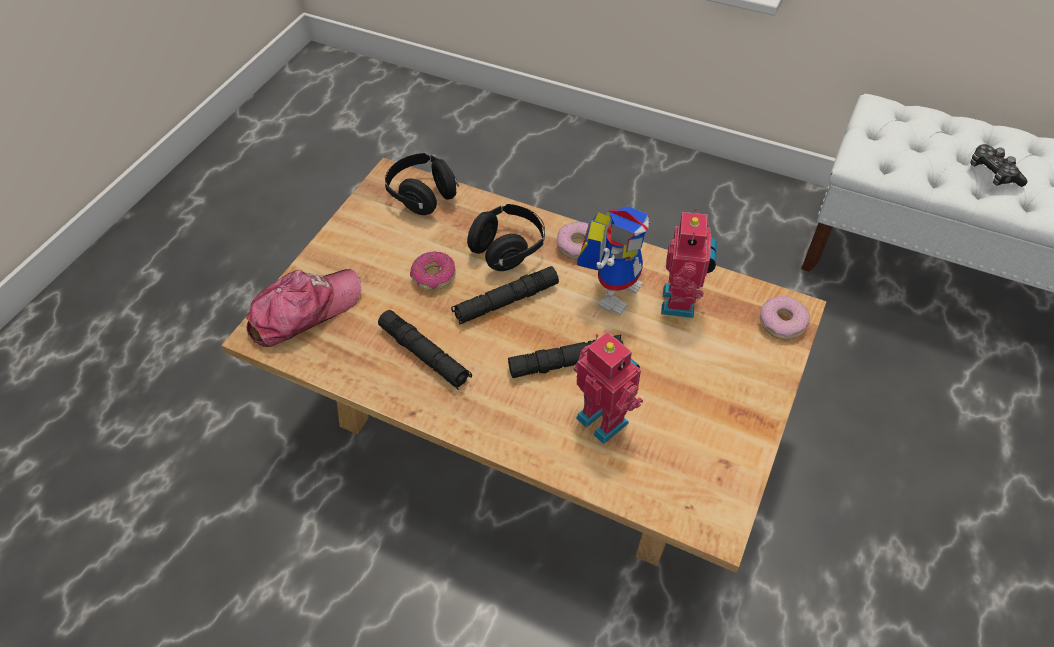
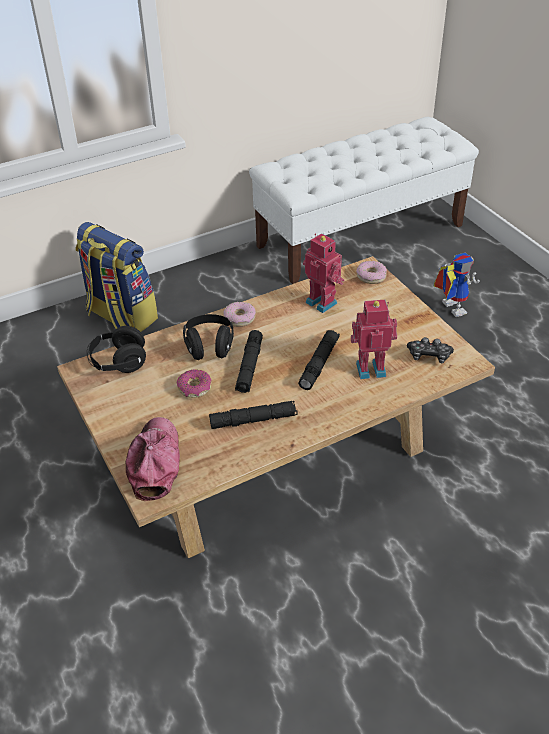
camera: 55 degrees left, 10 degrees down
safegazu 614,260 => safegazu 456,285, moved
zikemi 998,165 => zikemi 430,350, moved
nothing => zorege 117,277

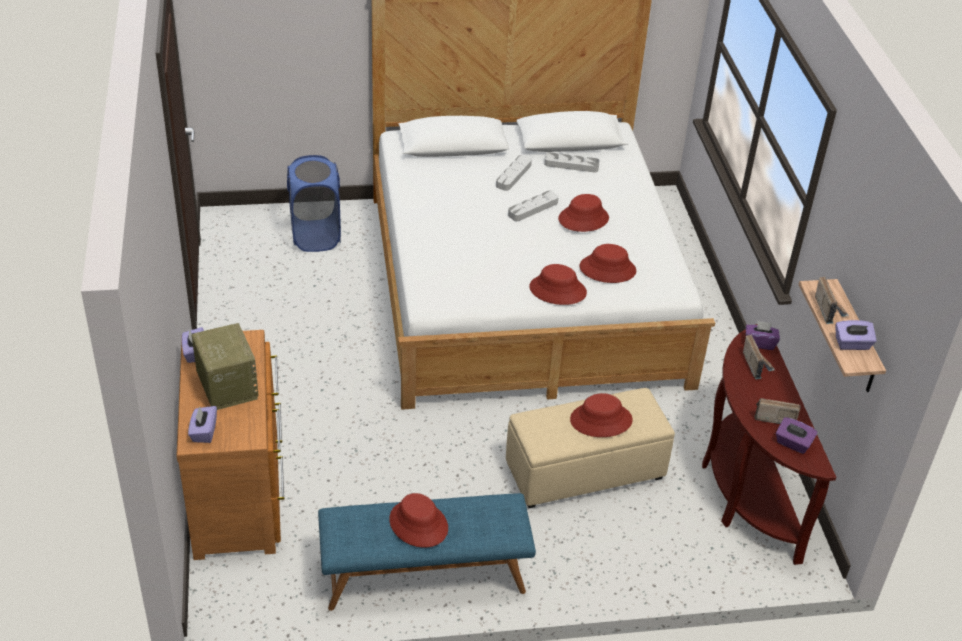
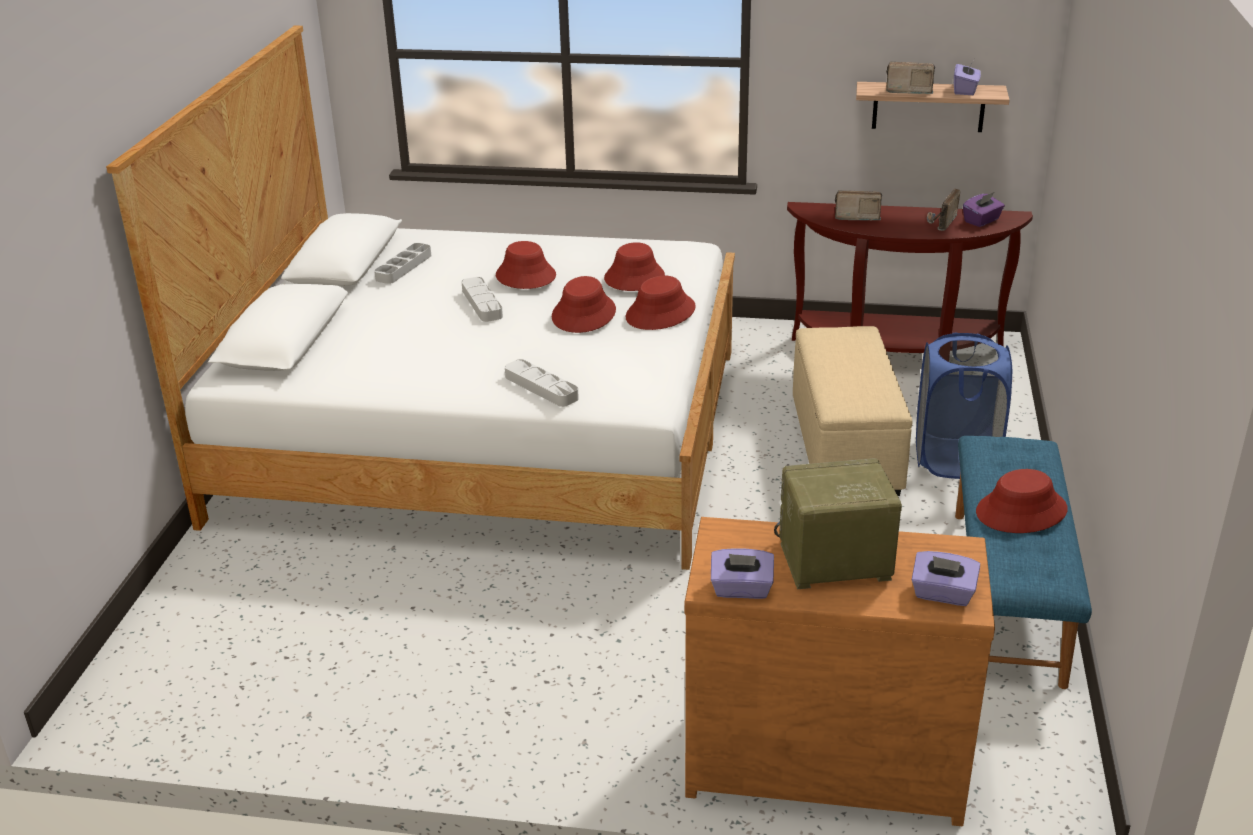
camera: 70 degrees left, 10 degrees down
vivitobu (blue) 314,203 => vivitobu (blue) 964,405, moved
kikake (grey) 514,173 => kikake (grey) 542,383, moved
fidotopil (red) 601,415 => fidotopil (red) 584,304, moved
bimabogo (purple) 763,335 => nothing

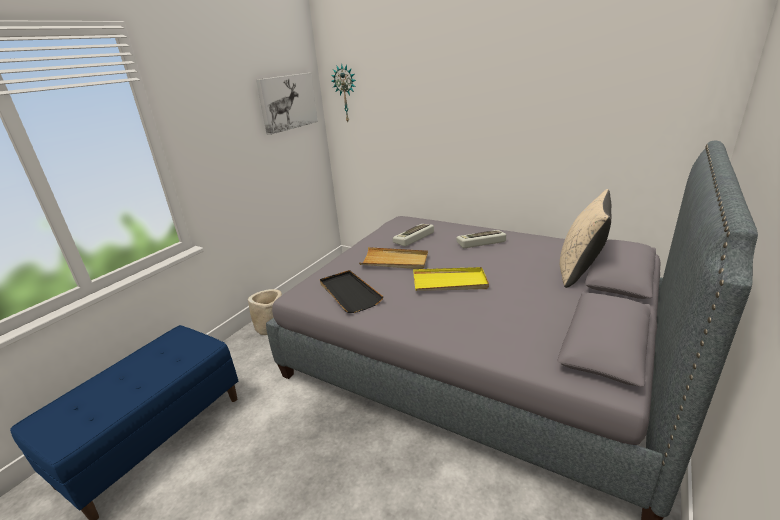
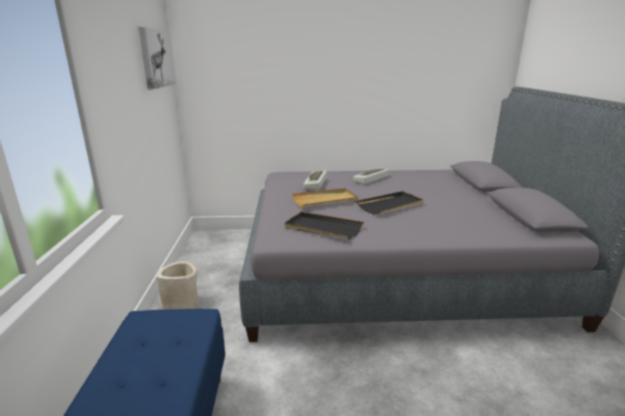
camera: 35 degrees left, 5 degrees down
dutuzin 343,93 => nothing
kikake (yellow) 451,279 => kikake (black) 390,203
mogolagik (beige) 585,238 => nothing

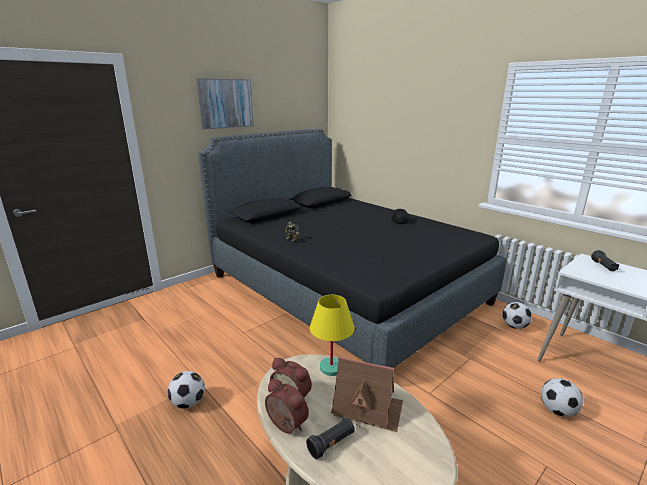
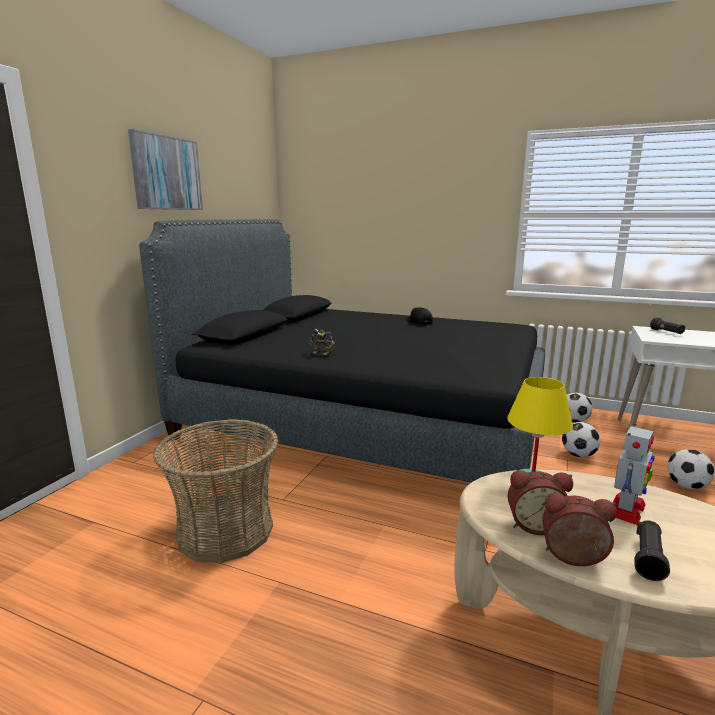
camera: 25 degrees left, 5 degrees down
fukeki 186,390 => fukeki 581,439, moved
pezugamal 367,394 => safegazu 634,474
nothing => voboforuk 216,491

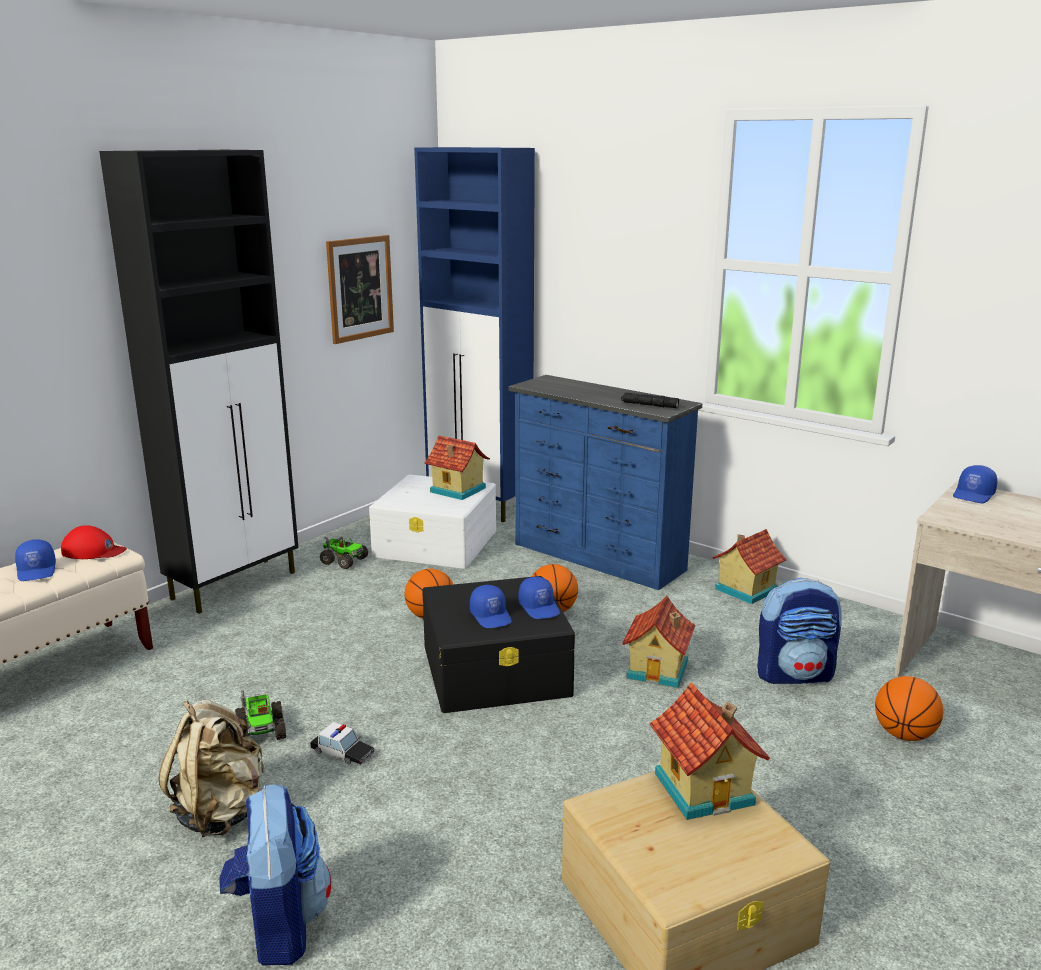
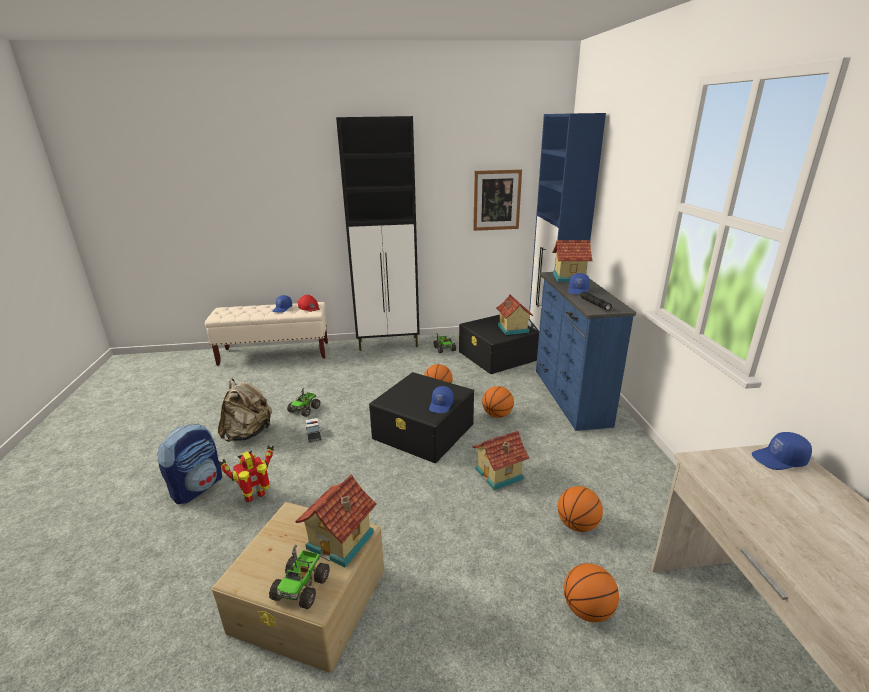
camera: 45 degrees right, 5 degrees up
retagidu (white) 432,521 => retagidu (black) 499,344
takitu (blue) 491,606 => takitu (blue) 579,283, moved
pezugamal 749,566 => pezugamal 572,261, moved
zorege 799,631 => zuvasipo 580,509
nothing => safegazu 246,473
nothing => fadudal 299,577

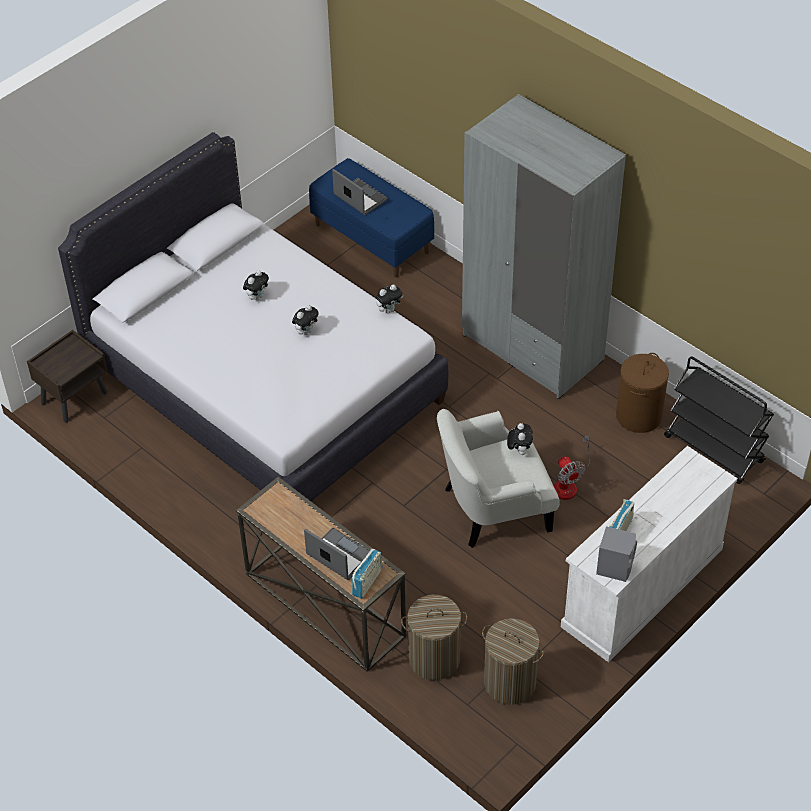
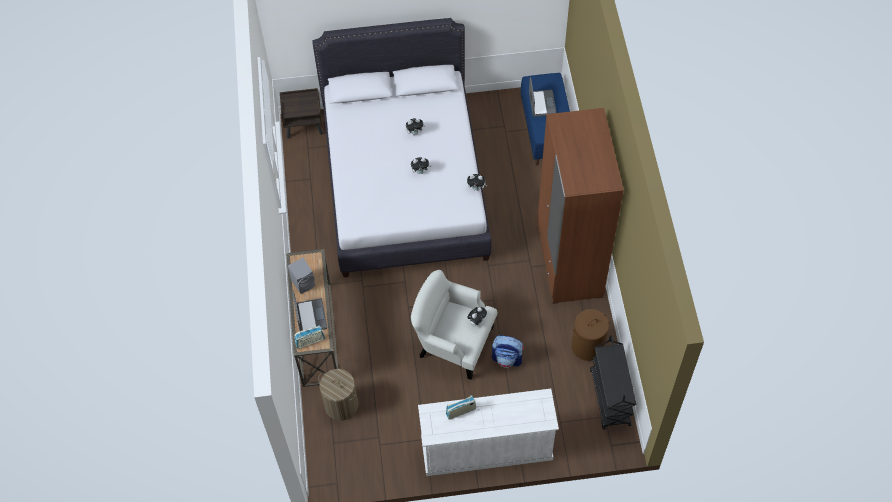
camera: 40 degrees right, 10 degrees up
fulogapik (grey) 544,246 => fulogapik (brown) 580,205
vivitobu 513,661 => nothing
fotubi 572,467 => zorege 508,351
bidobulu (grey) 616,554 => bidobulu (grey) 302,276, moved

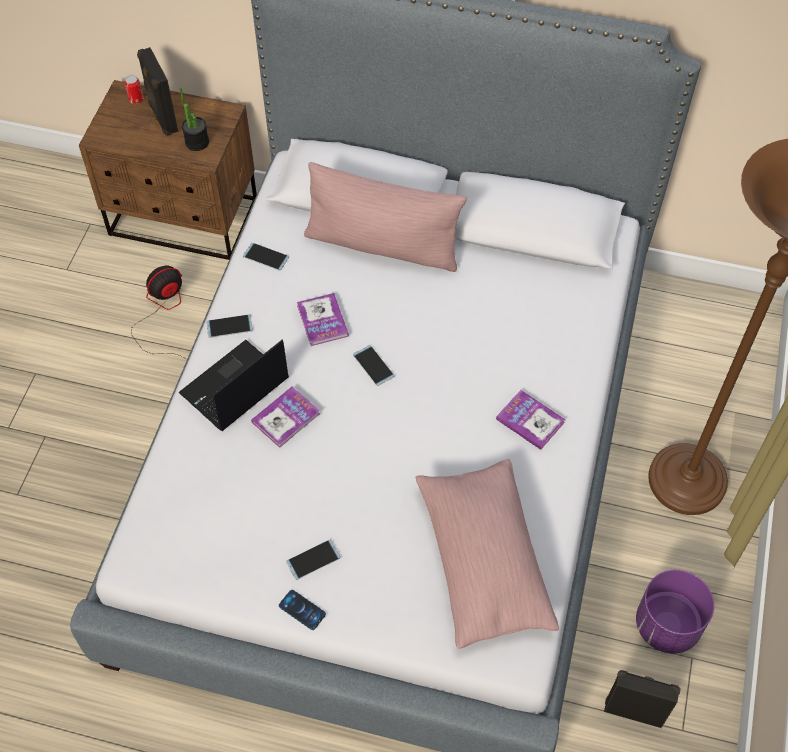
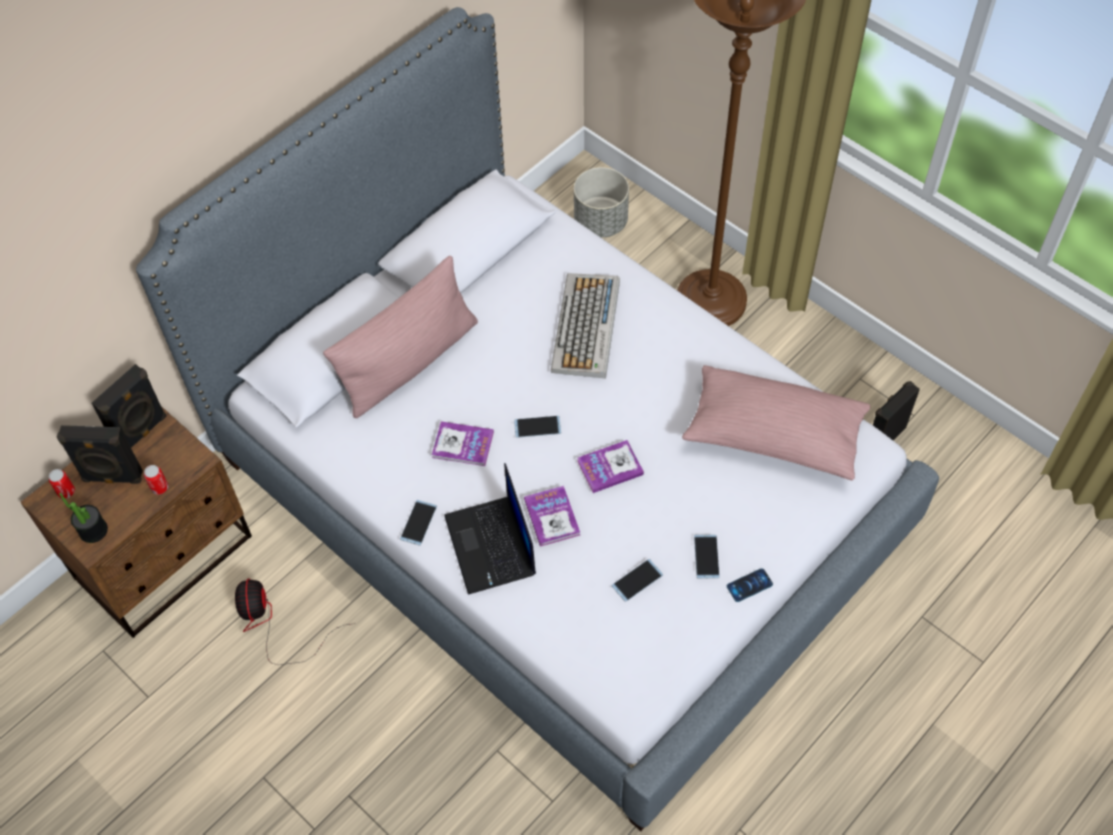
camera: 60 degrees left, 0 degrees up
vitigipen 194,119 => vitigipen 83,518, moved
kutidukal 266,257 => kutidukal 637,580, moved
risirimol 531,420 => risirimol 610,466, moved
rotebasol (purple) 675,612 => nothing
nothing => bidobulu (black) 129,406
nothing => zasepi 156,480
nothing => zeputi 585,326
nothing => rotebasol (grey) 601,202

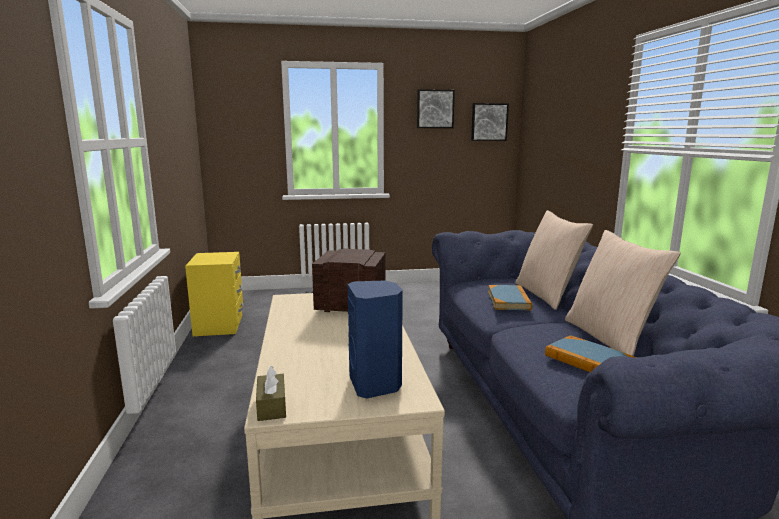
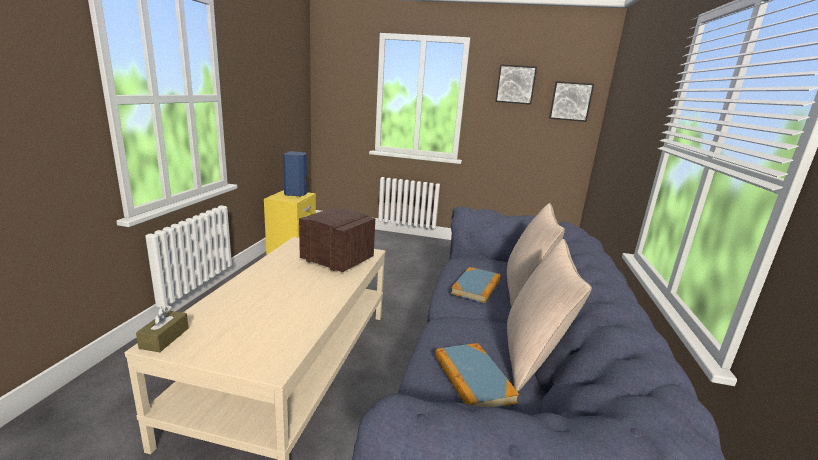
camera: 20 degrees right, 5 degrees up
bidobulu (blue) 375,339 => bidobulu (blue) 295,174, moved

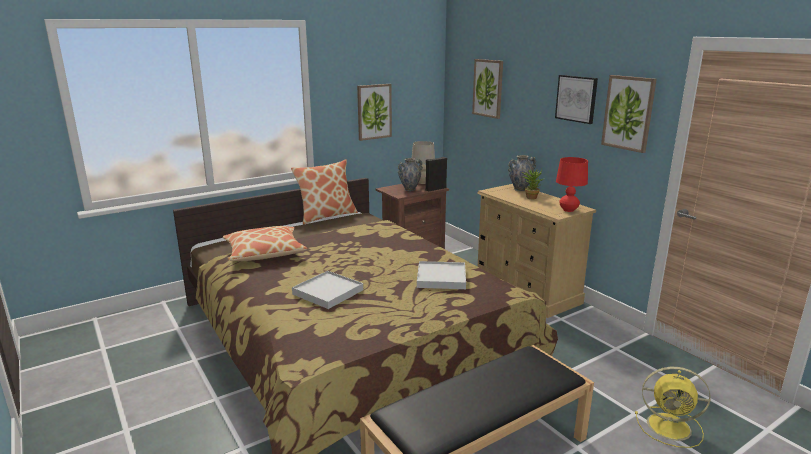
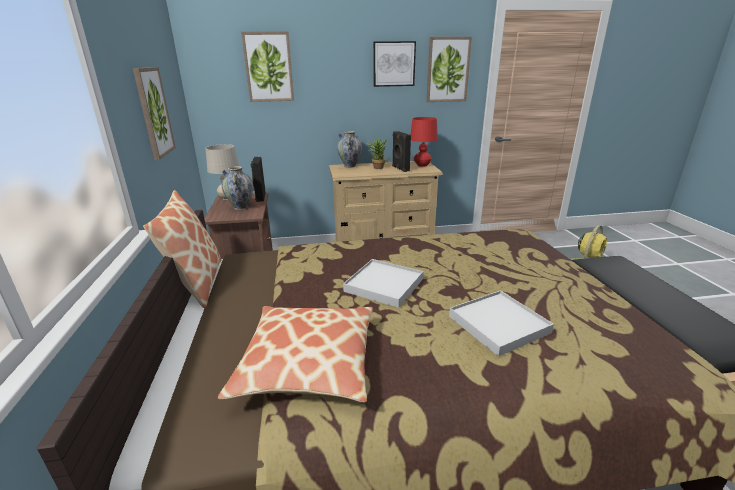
camera: 65 degrees left, 5 degrees up
kikake (white) 441,275 => kikake (white) 383,283, moved
nothing => bidobulu (black) 401,151

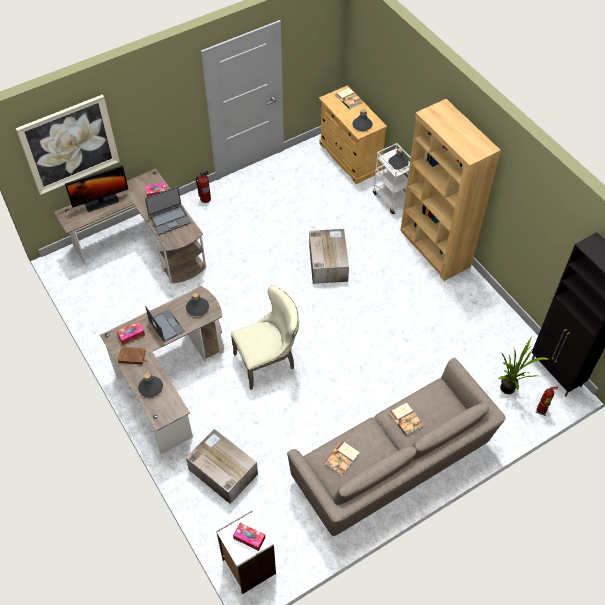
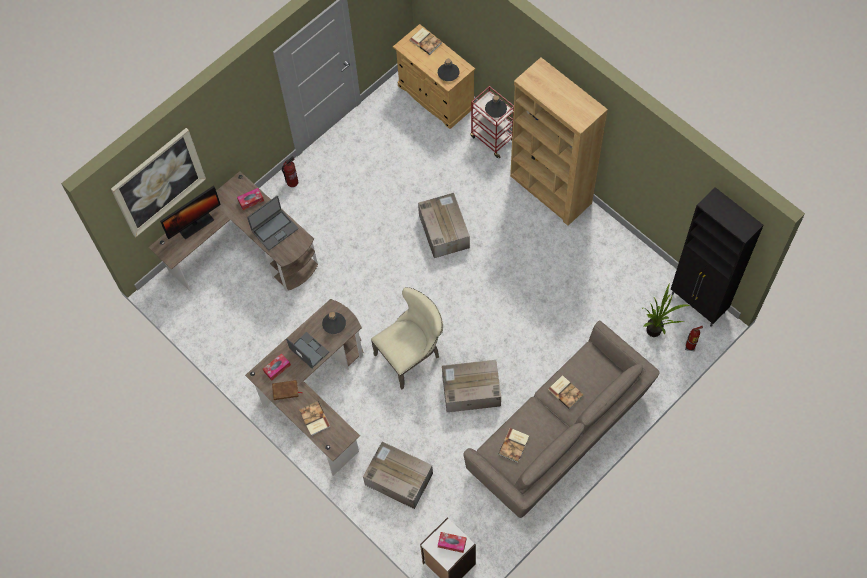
camera: 10 degrees left, 10 degrees up
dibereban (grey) 150,385 => risirimol 315,418
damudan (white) 392,178 => damudan (red) 492,122
nothing => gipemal 471,386

